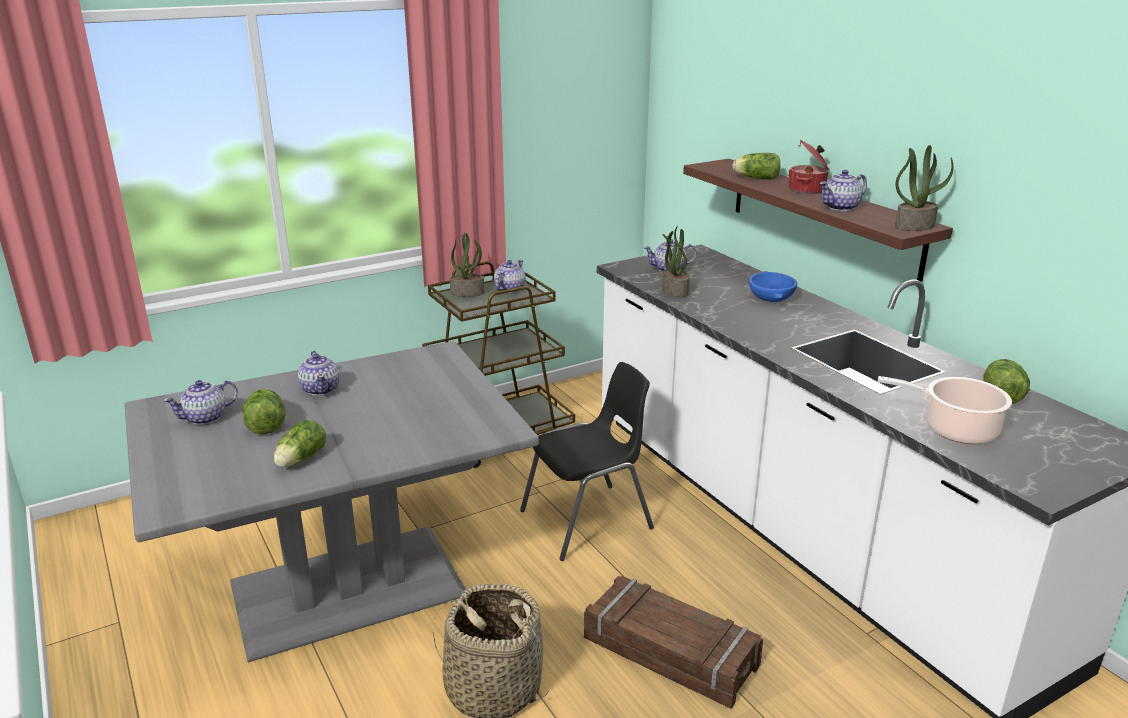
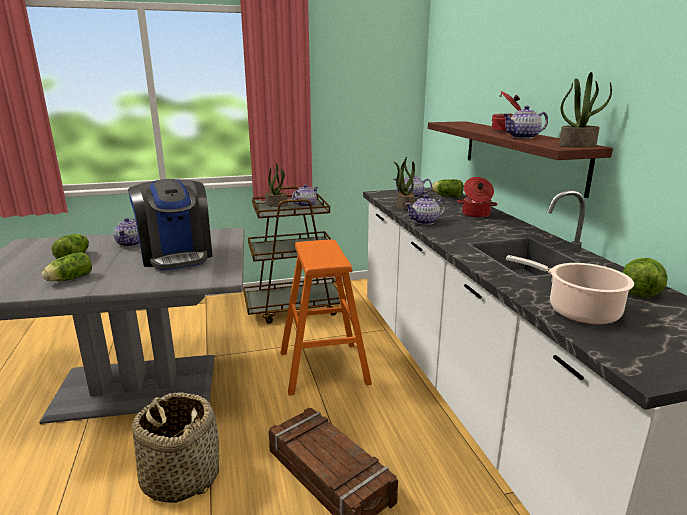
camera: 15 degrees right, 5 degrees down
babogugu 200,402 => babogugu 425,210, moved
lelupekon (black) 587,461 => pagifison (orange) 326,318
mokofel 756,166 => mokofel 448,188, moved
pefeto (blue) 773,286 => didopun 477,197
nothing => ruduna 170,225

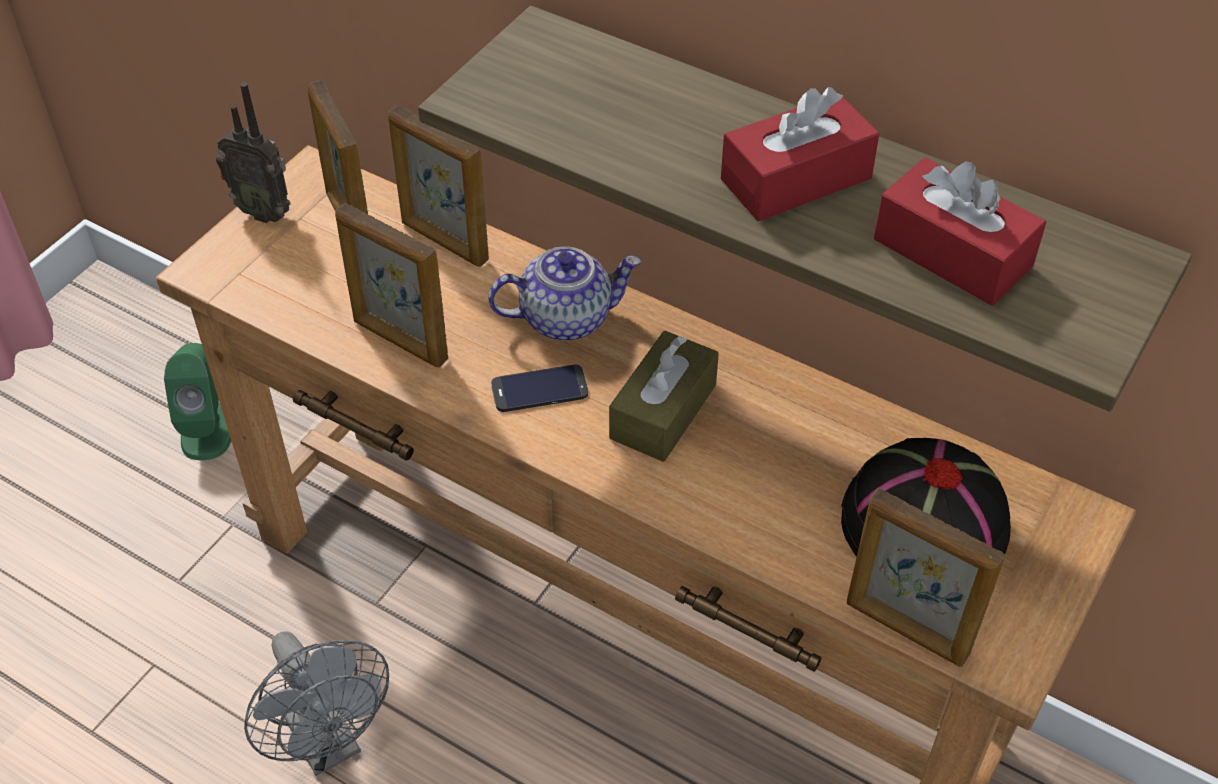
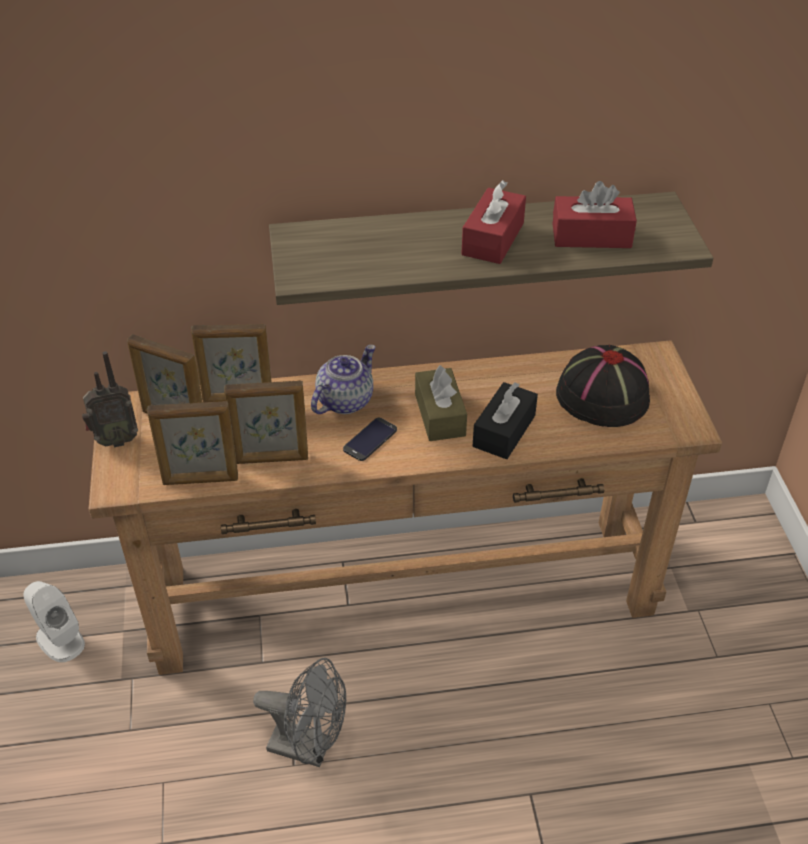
camera: 40 degrees left, 5 degrees down
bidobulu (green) 197,401 => bidobulu (white) 54,621
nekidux 926,577 => nekidux 192,443, moved
nothing => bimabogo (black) 505,420

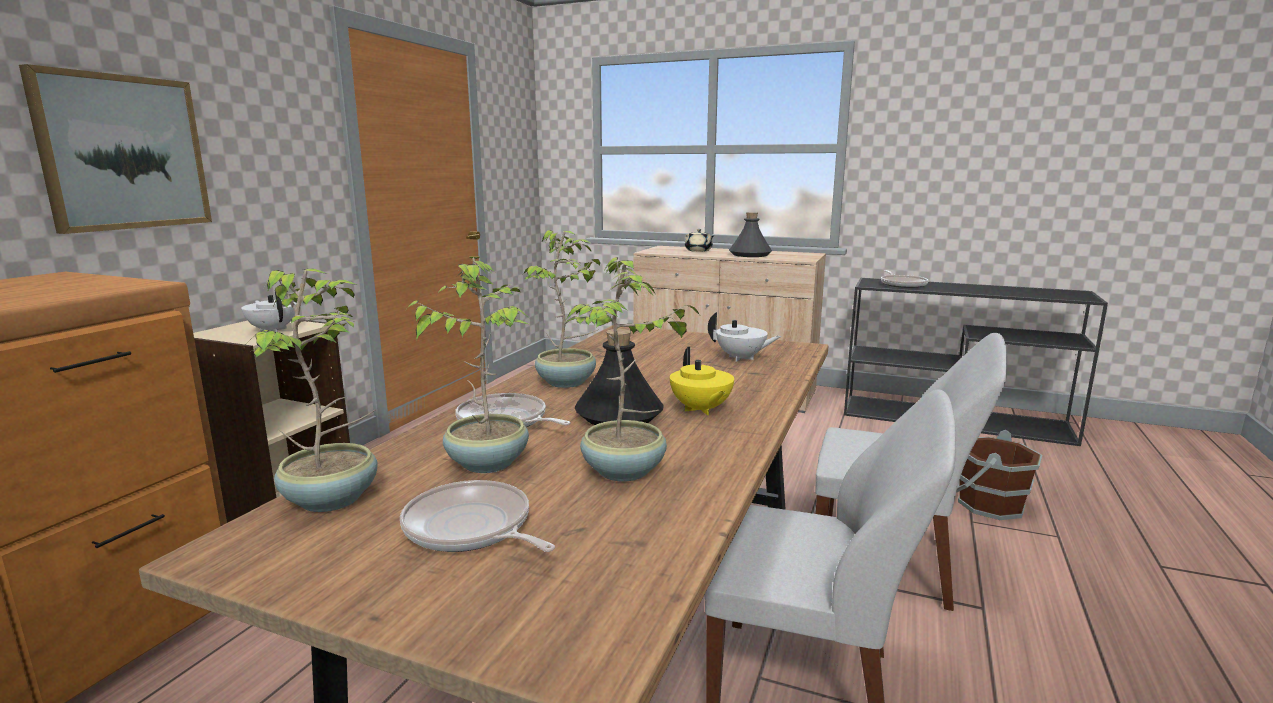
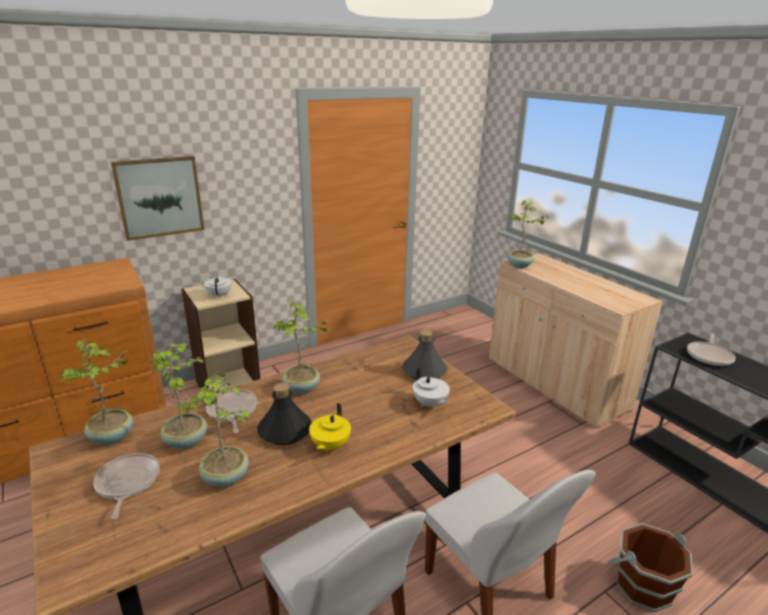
camera: 35 degrees right, 10 degrees up
babogugu (beige) 699,240 => nothing
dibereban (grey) 750,234 => dibereban (grey) 424,355, moved
nothing => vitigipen 528,234

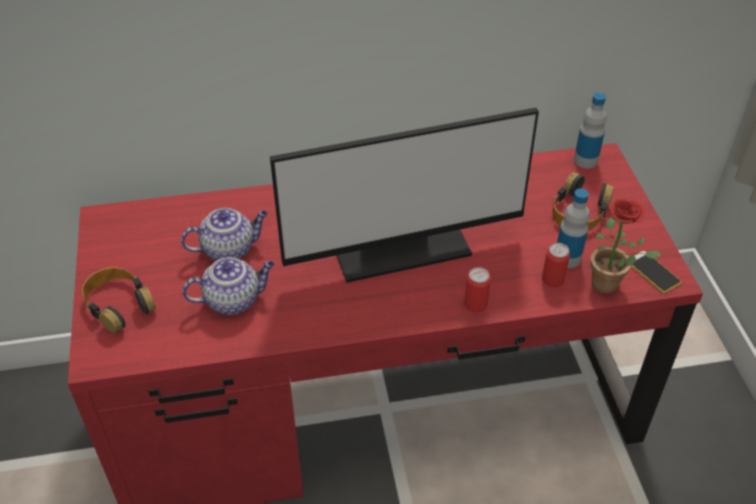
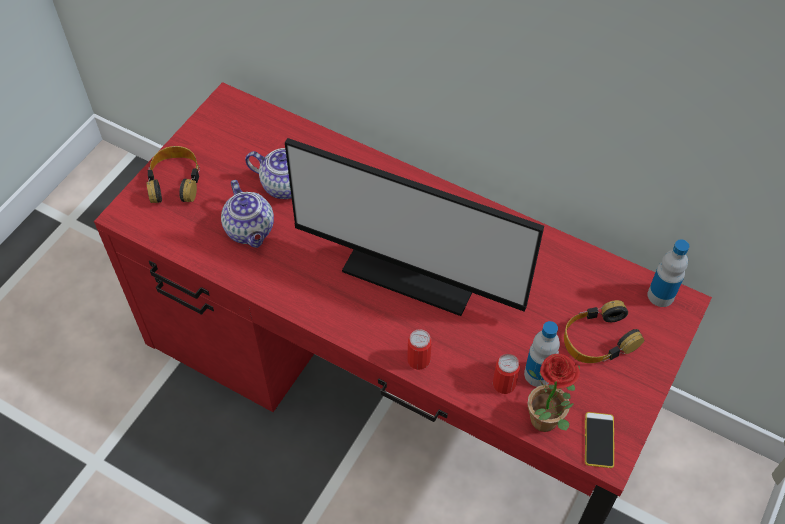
camera: 40 degrees right, 10 degrees up
babogugu 228,286 => babogugu 247,214, 45 degrees clockwise

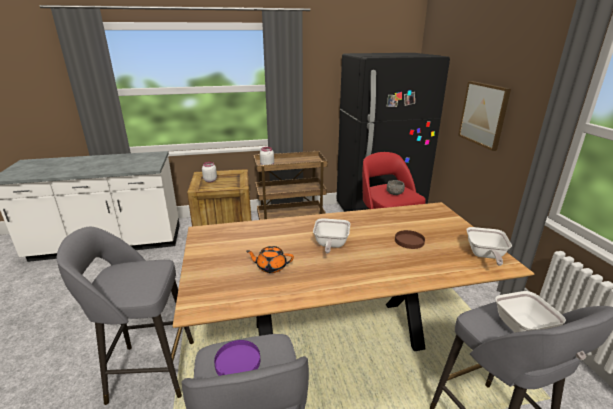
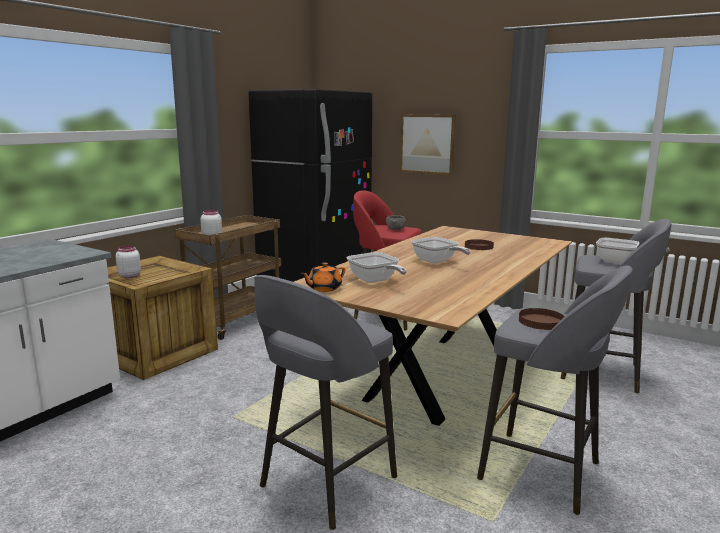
camera: 45 degrees left, 10 degrees down
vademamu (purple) 237,358 => vademamu (brown) 541,319
babogugu (orange) 270,259 => babogugu (orange) 322,277, moved
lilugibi 489,246 => lilugibi 377,267, moved

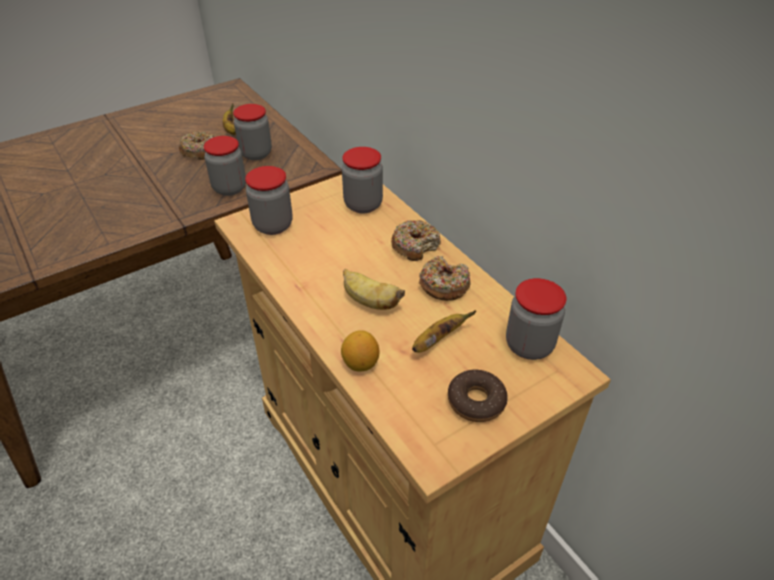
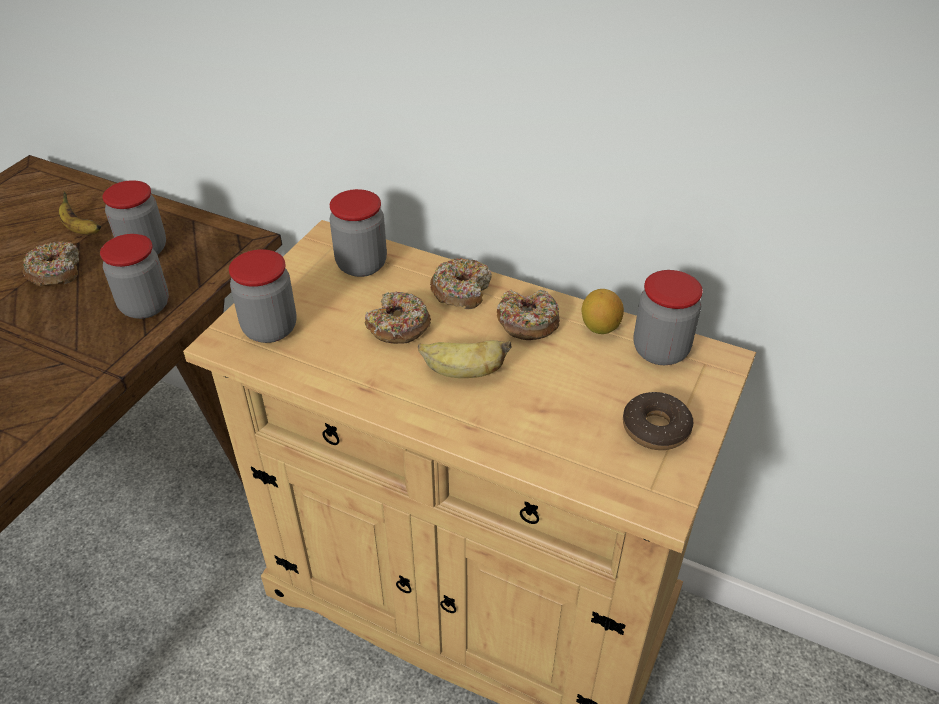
camera: 30 degrees left, 0 degrees up
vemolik 360,351 => vemolik 602,311, moved
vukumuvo 444,331 => nothing
nothing => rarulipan 398,318

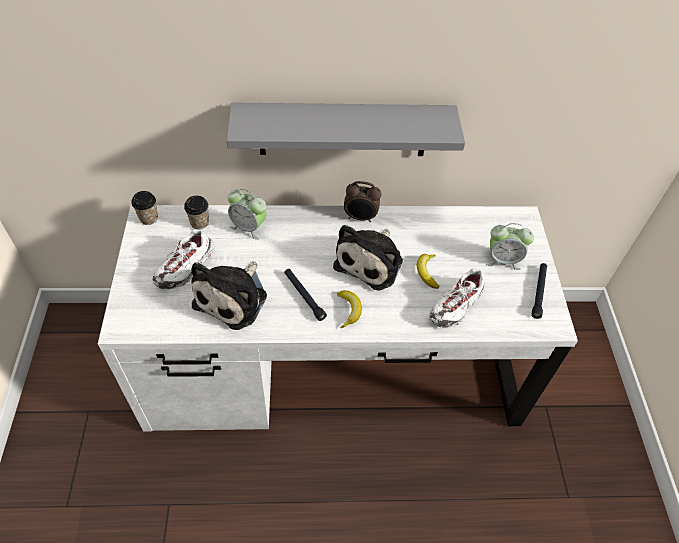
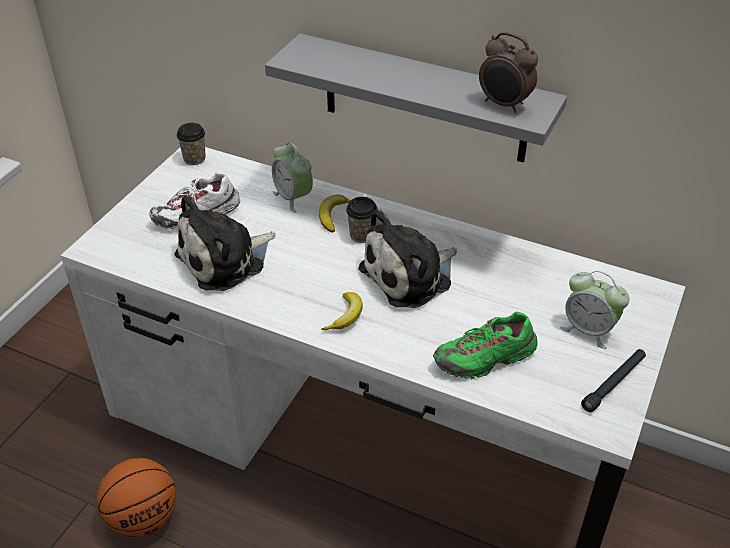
camera: 30 degrees right, 10 degrees down
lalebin 196,213 => lalebin 362,220, moved
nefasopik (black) 305,295 => nothing
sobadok 363,201 => sobadok 508,72, moved
vukumuvo 428,271 => vukumuvo 335,213, moved
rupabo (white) 457,298 => rupabo (green) 485,345
nothing => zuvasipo 137,498

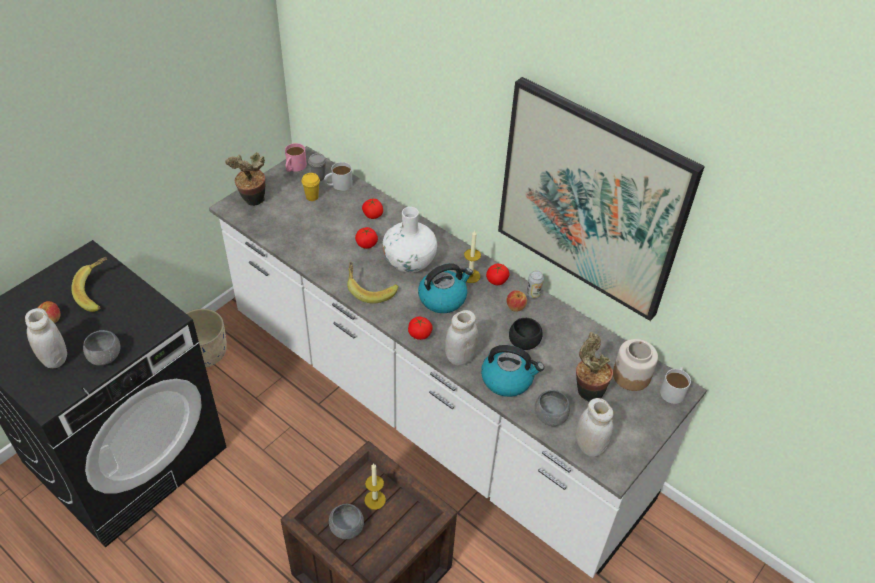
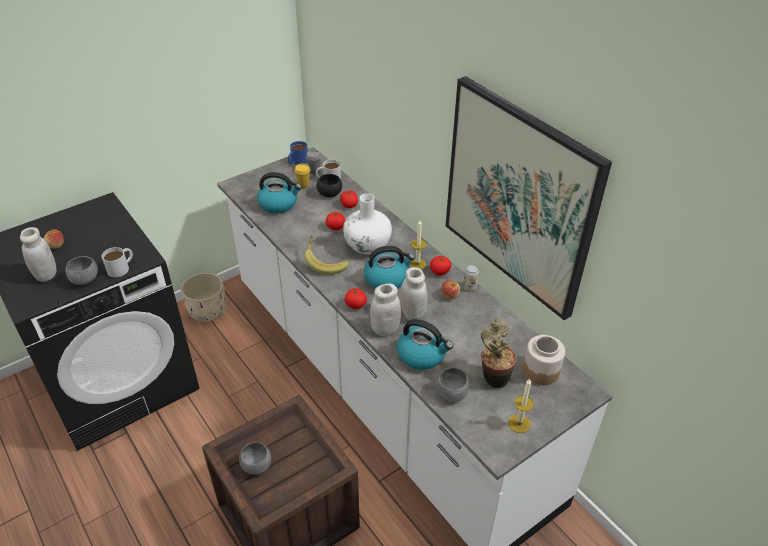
camera: 15 degrees right, 5 degrees down
vukumuvo 89,284 => nothing
vitigipen 245,179 => nothing
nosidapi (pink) 296,157 => nosidapi (blue) 298,153
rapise 375,487 => rapise 521,405, moved
pefeto (black) 525,334 => pefeto (black) 329,185, moved
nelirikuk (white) 595,427 => nelirikuk (white) 413,293, moved
nosidapi (white) 675,385 => nosidapi (white) 117,262, moved
nothing => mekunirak 279,193

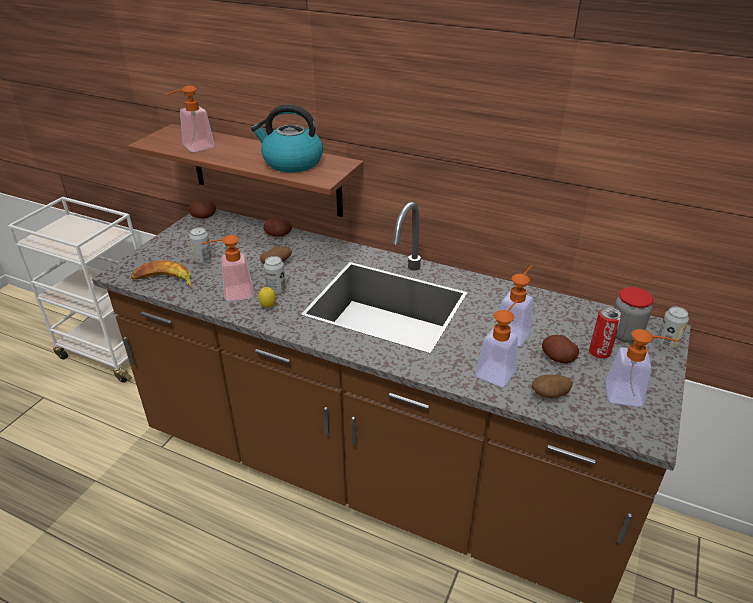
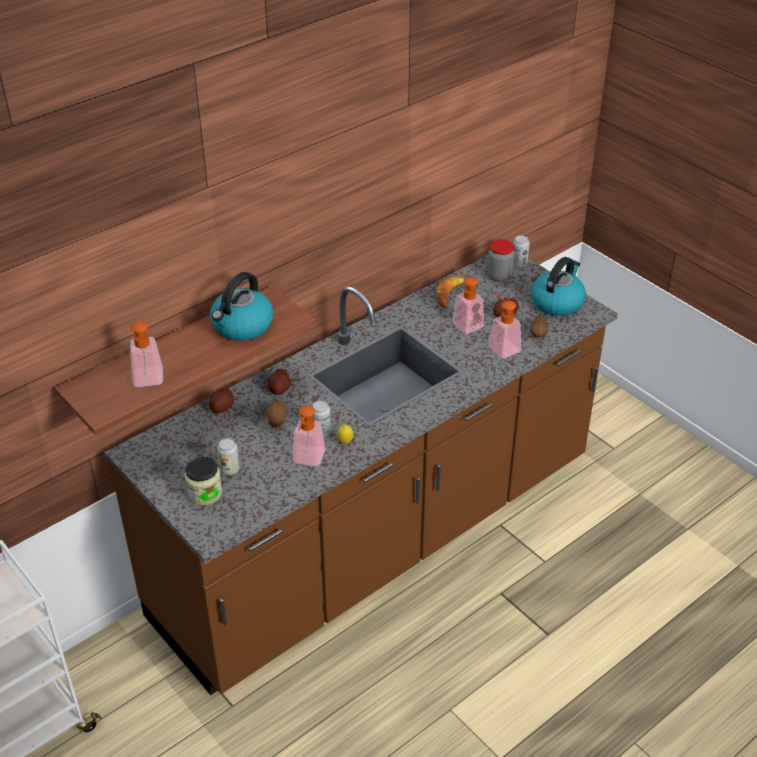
camera: 65 degrees left, 5 degrees up
vukumuvo 161,273 => vukumuvo 458,292, moved
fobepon 202,208 => fobepon 279,382, moved
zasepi 605,333 => nothing
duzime 642,368 => mekunirak 558,286
nothing => nelirikuk 203,481

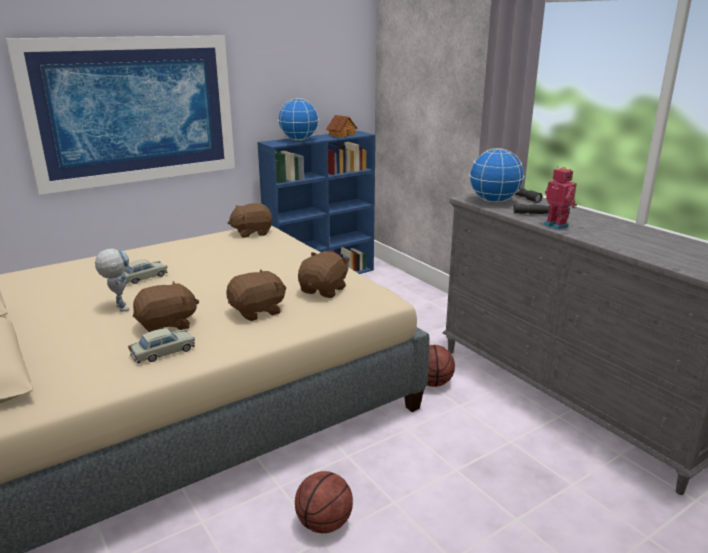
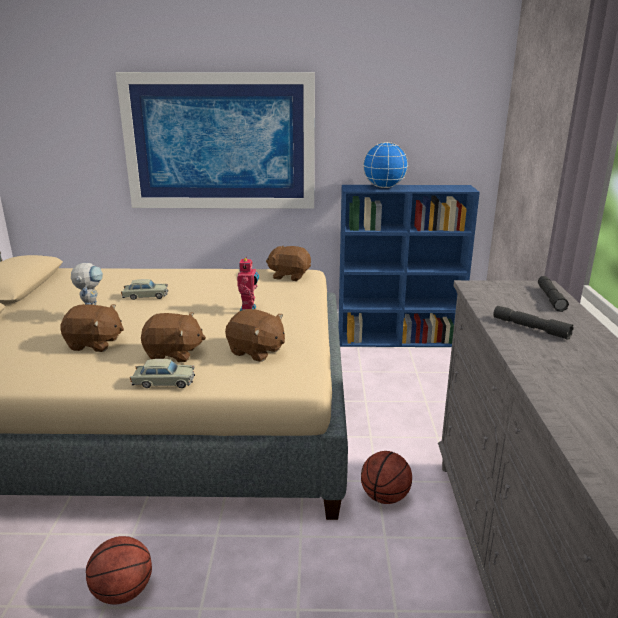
camera: 35 degrees right, 0 degrees up
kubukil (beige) 161,345 => kubukil (beige) 162,373, moved
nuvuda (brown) 324,274 => nuvuda (brown) 255,335, 60 degrees clockwise
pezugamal 341,126 => nothing
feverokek 496,175 => nothing
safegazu 560,198 => safegazu 248,284, moved

